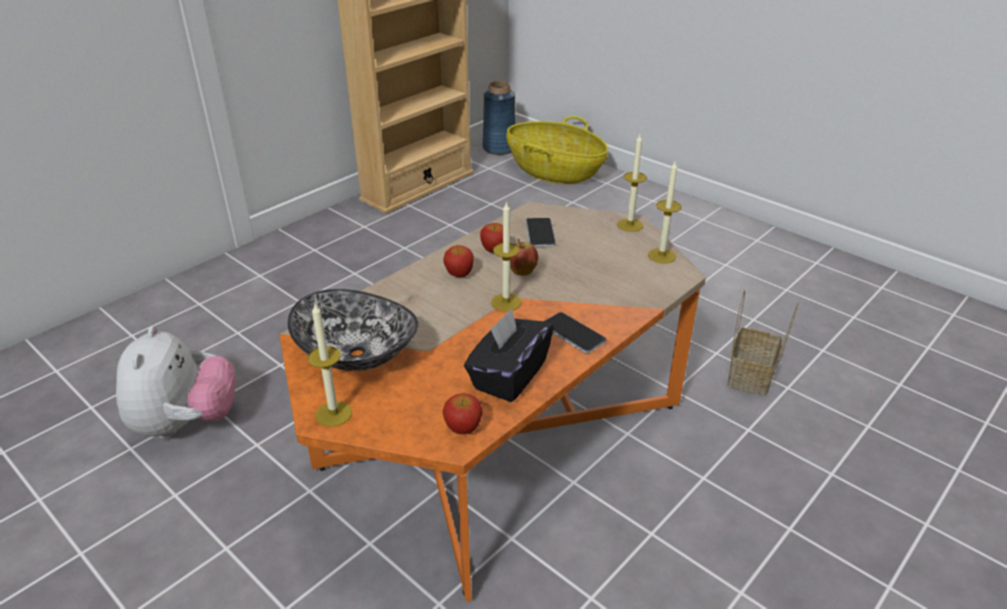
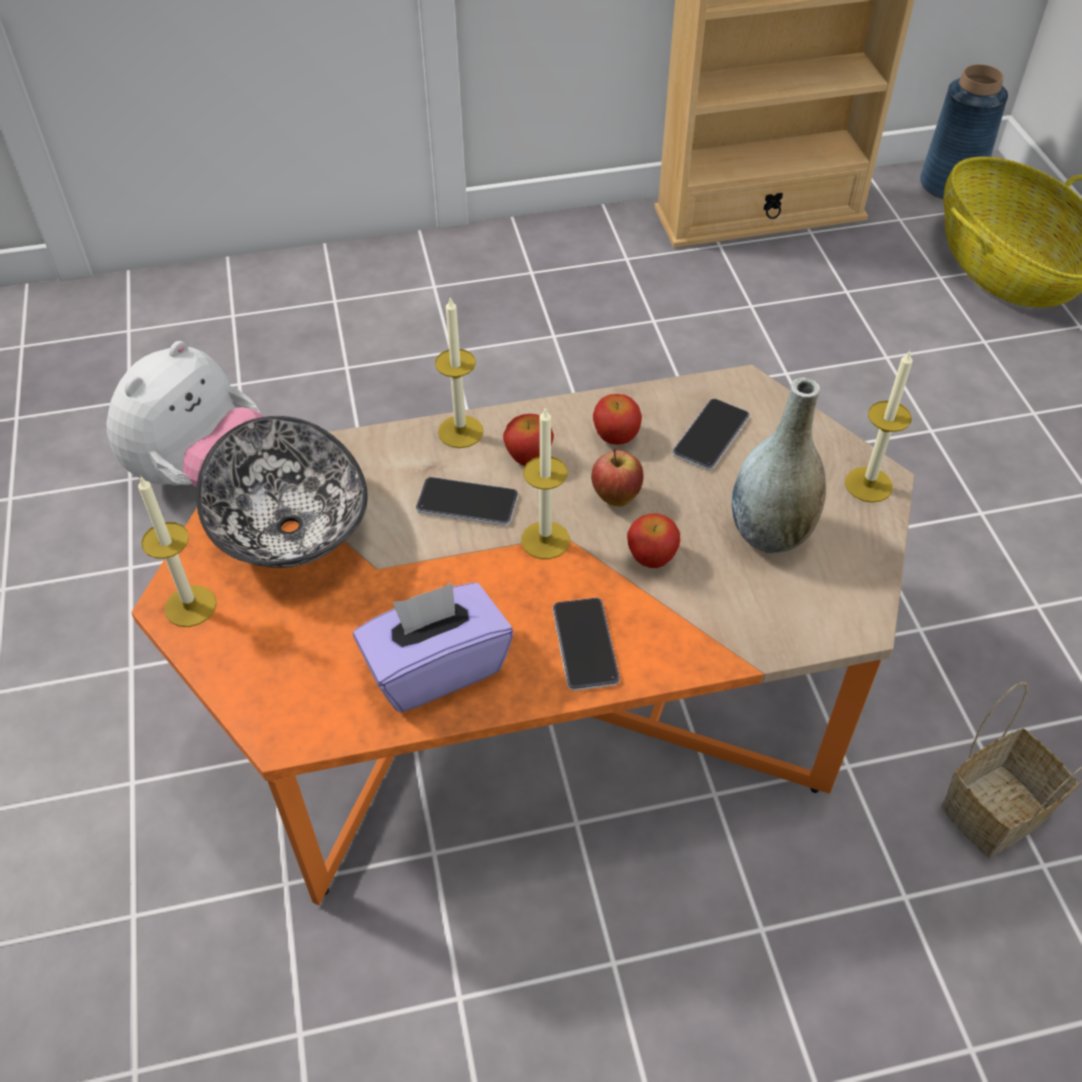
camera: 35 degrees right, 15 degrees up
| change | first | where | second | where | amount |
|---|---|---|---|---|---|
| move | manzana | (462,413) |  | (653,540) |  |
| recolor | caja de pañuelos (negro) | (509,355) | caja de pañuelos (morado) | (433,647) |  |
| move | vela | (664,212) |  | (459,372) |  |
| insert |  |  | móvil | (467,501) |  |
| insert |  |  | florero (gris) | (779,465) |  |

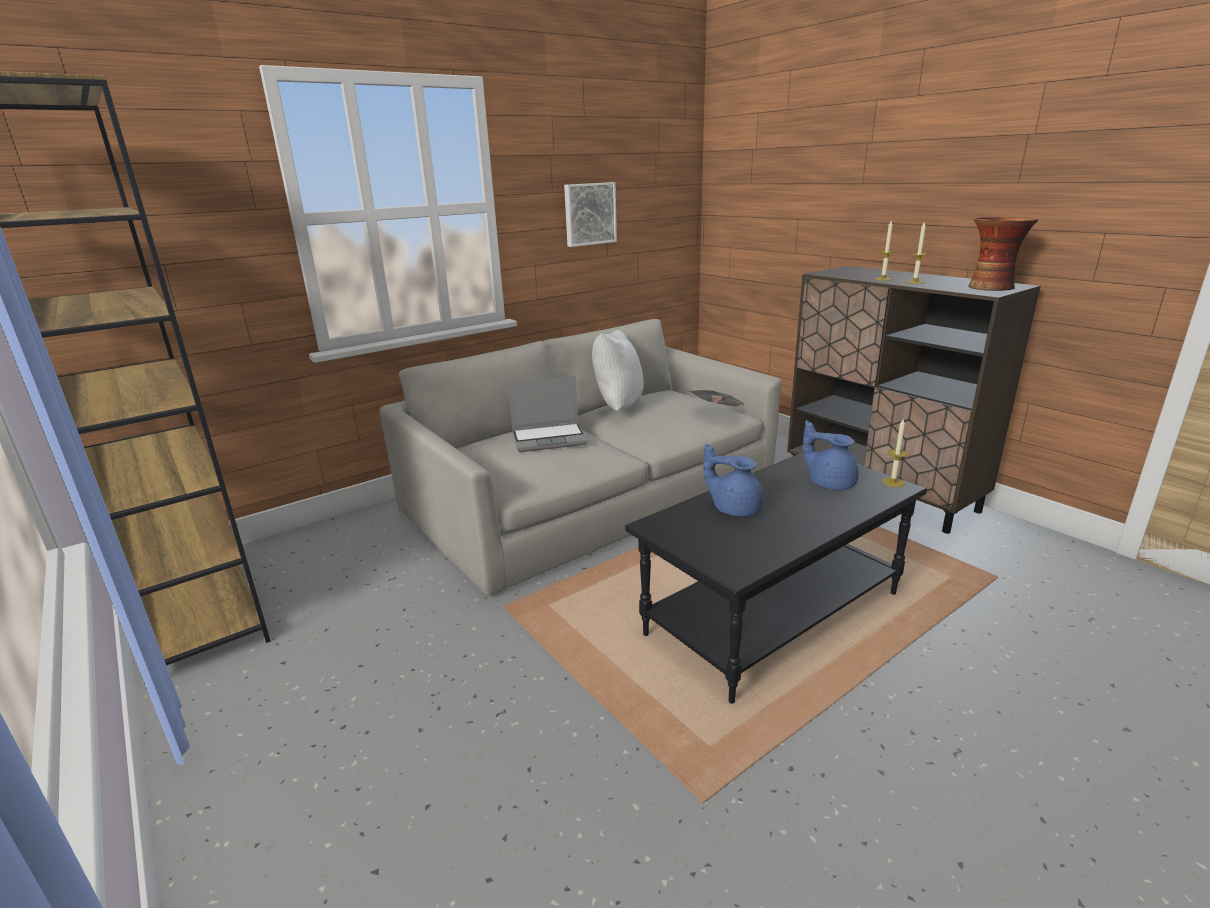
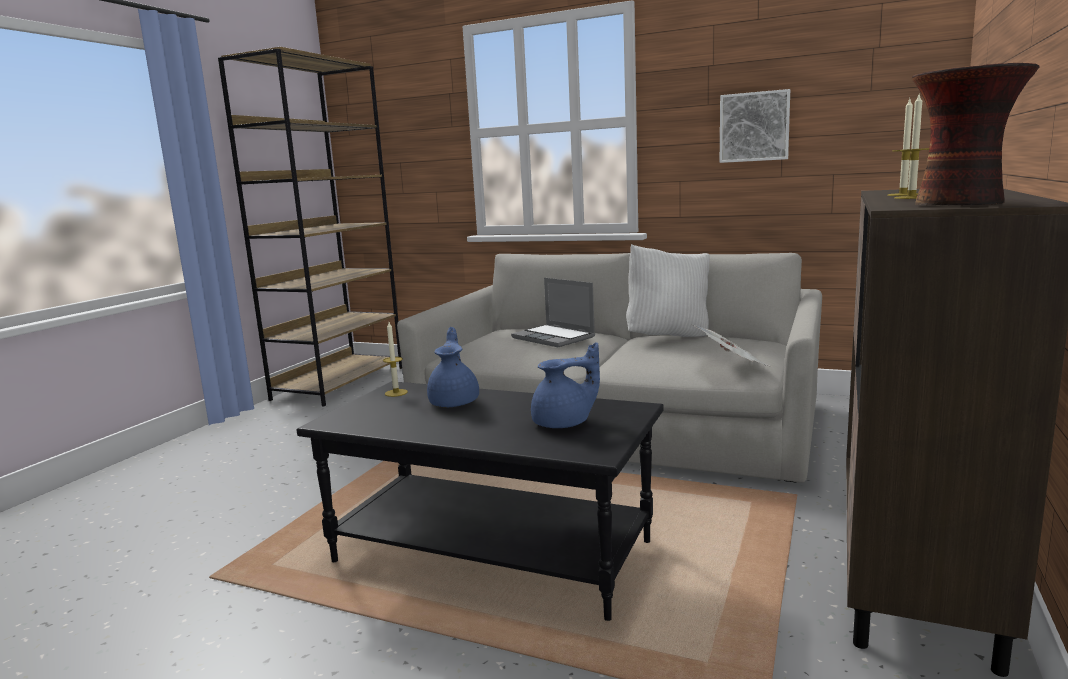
camera: 60 degrees right, 10 degrees down
| change | first | where | second | where | amount |
|---|---|---|---|---|---|
| rotate | tetera (azul) | (831,455) |  | (565,385) | 60 degrees clockwise |
| move | vela | (895,453) |  | (395,359) |  |

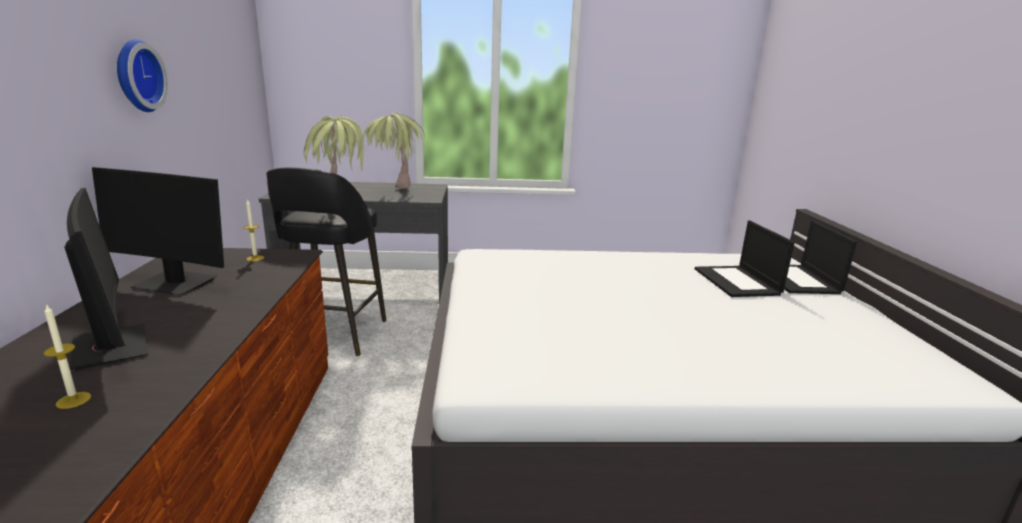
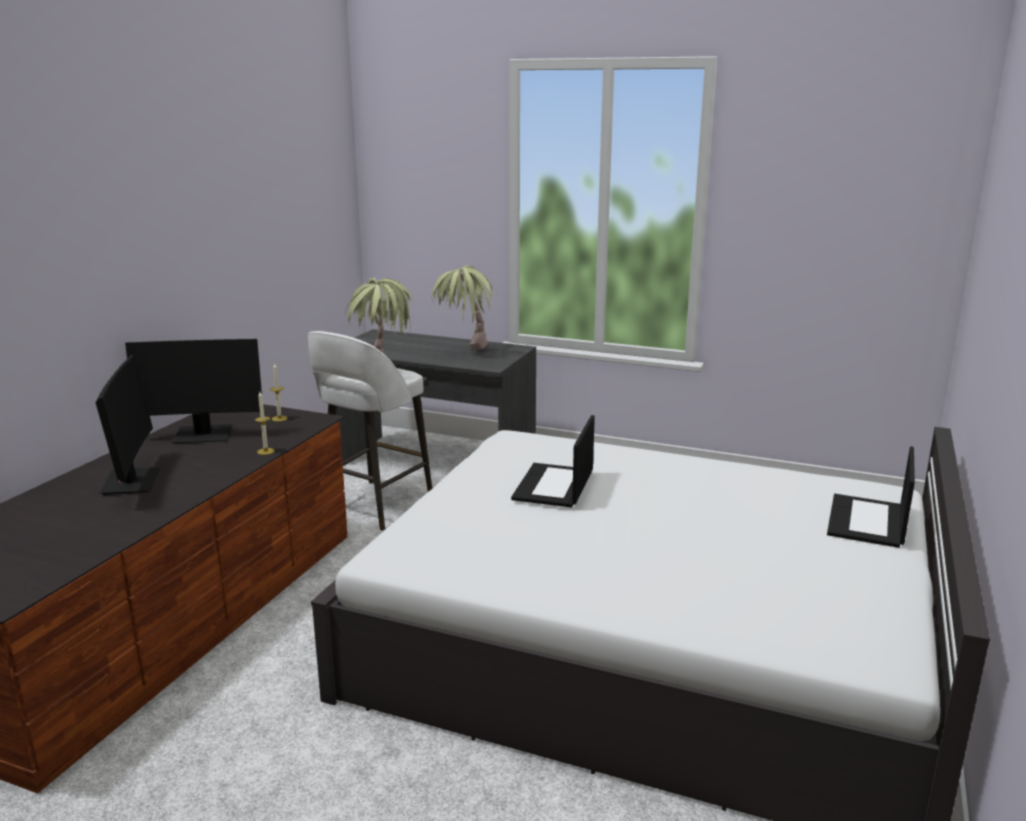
camera: 25 degrees right, 0 degrees up
| change | first | where | second | where | amount |
|---|---|---|---|---|---|
| move | vela | (67,356) |  | (265,423) |  |
| rotate | monitor | (158,231) |  | (193,391) | 45 degrees counterclockwise |
| delete | reloj de pared | (142,75) |  |  |  |
| recolor | taburete (negro) | (326,261) | taburete (blanco) | (370,431) |  |
| move | portátil | (745,259) |  | (553,461) |  |

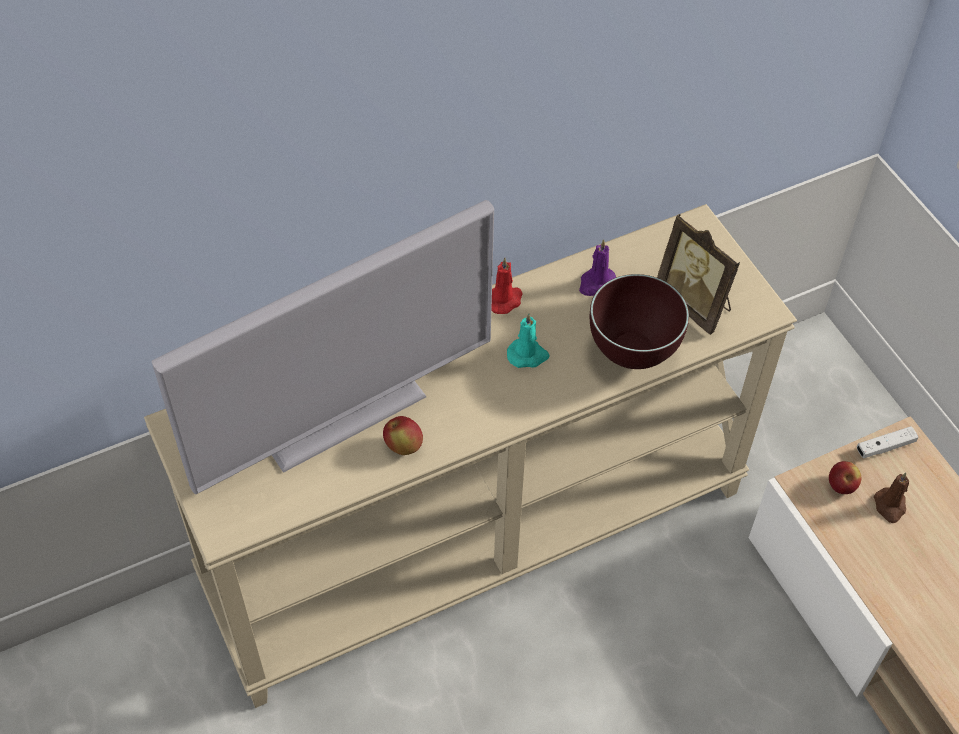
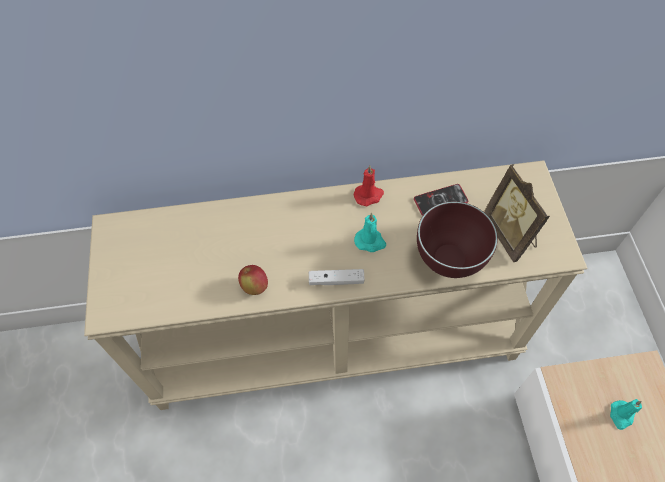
camera: 20 degrees right, 5 degrees up
| change | first | where | second | where | amount |
|---|---|---|---|---|---|
| delete | televisor | (323,347) |  |  |  |
| replace | vela (morado) | (597,267) | móvil | (441,200) |  |
| delete | manzana | (845,477) |  |  |  |
| move | mando de consola (blanco) | (887,442) |  | (337,277) |  |
| recolor | vela (marrón) | (891,497) | vela (turquesa) | (626,414) |  |

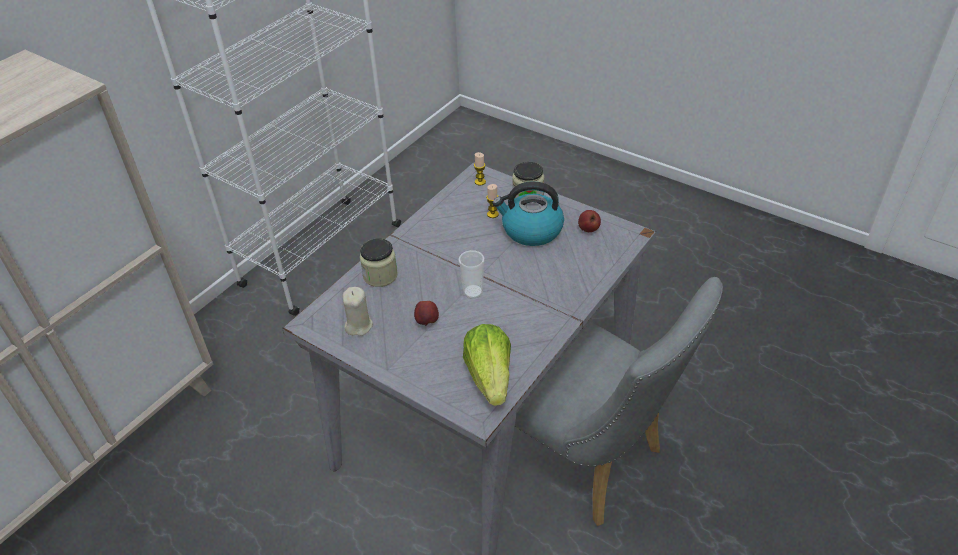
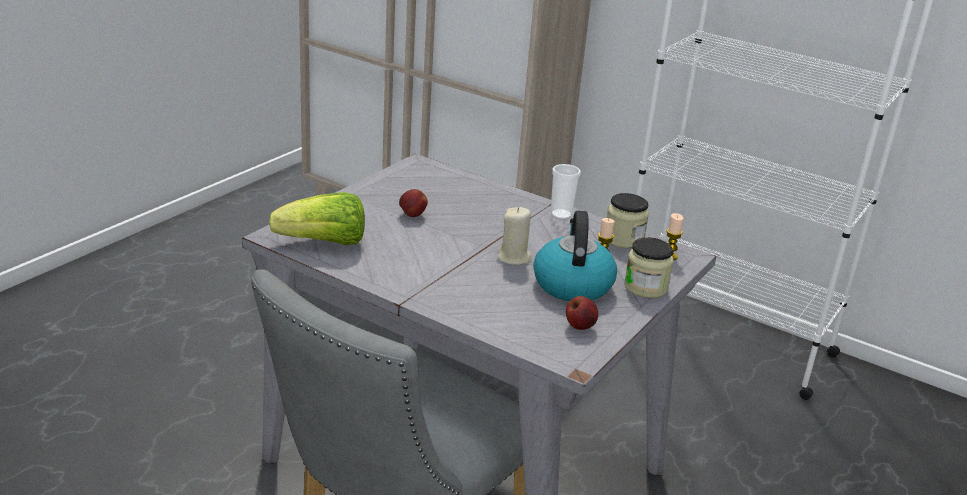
camera: 85 degrees right, 15 degrees down
| change | first | where | second | where | amount |
|---|---|---|---|---|---|
| move | vela (beis) | (358,311) |  | (514,236) |  |
| move | tarro | (379,262) |  | (628,220) |  |
| move | taza | (471,274) |  | (566,192) |  |

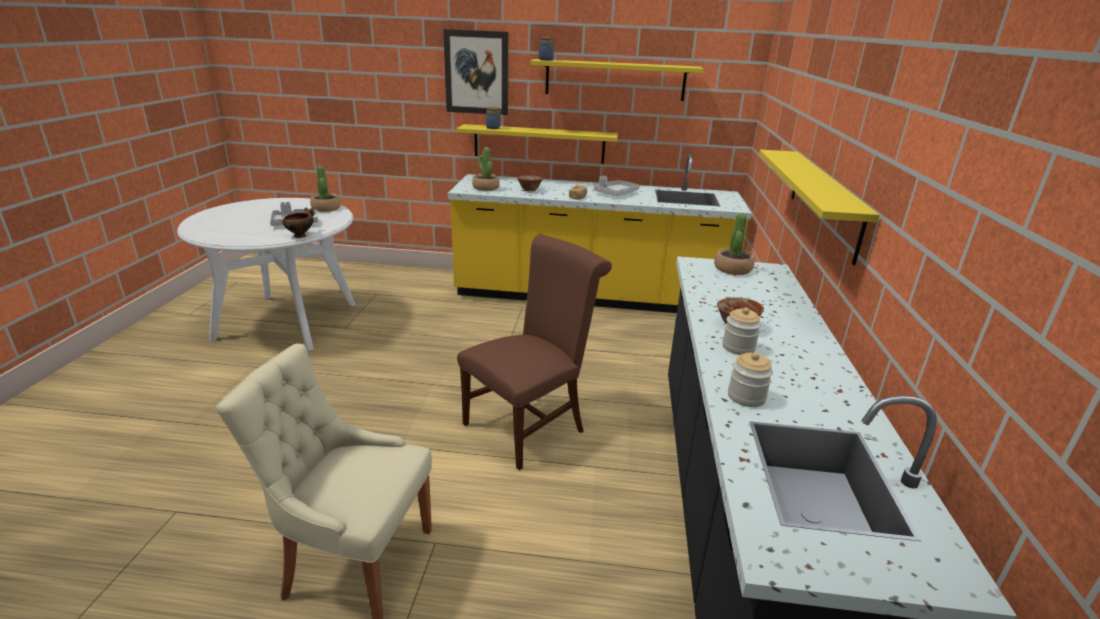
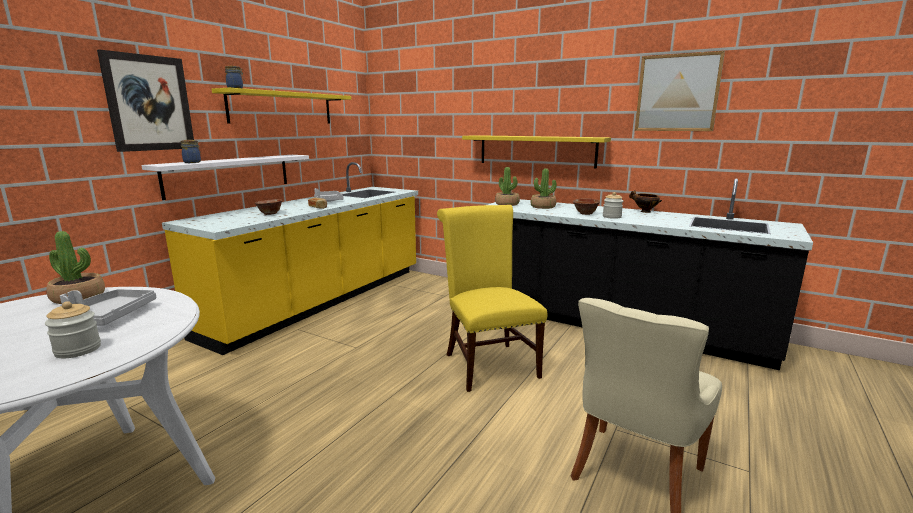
camera: 65 degrees left, 10 degrees down
| change | first | where | second | where | amount |
|---|---|---|---|---|---|
| move | cuenco | (298,223) |  | (645,201) |  |
| recolor | estante (amarillo) | (537,144) | estante (blanco) | (225,177) |  |
| recolor | silla (marrón) | (534,352) | silla (amarillo) | (492,298) |  |
| move | planta en maceta | (486,169) |  | (544,188) |  |
| move | tarro | (750,379) |  | (73,329) |  |
| insert |  |  | cuadro | (680,91) |  |

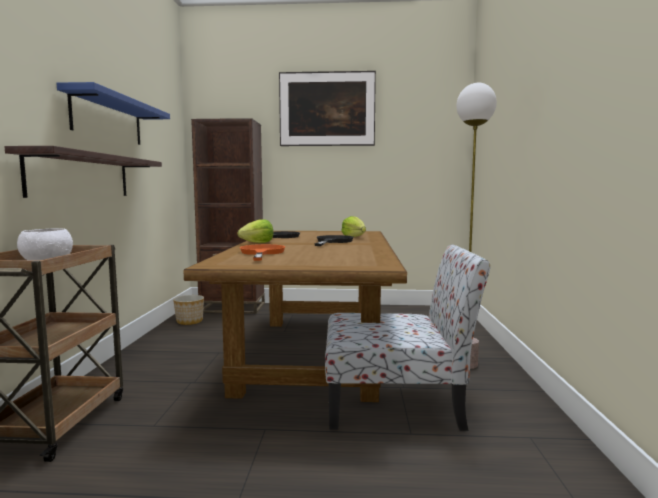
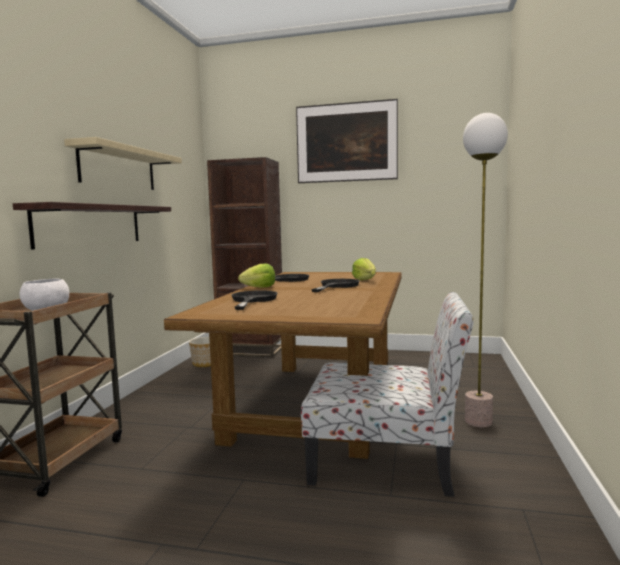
camera: 10 degrees right, 0 degrees up
| change | first | where | second | where | amount |
|---|---|---|---|---|---|
| recolor | estante (azul) | (113,113) | estante (beis) | (123,163) |  |
| recolor | sartén (naranja) | (262,252) | sartén (negro) | (255,300) |  |

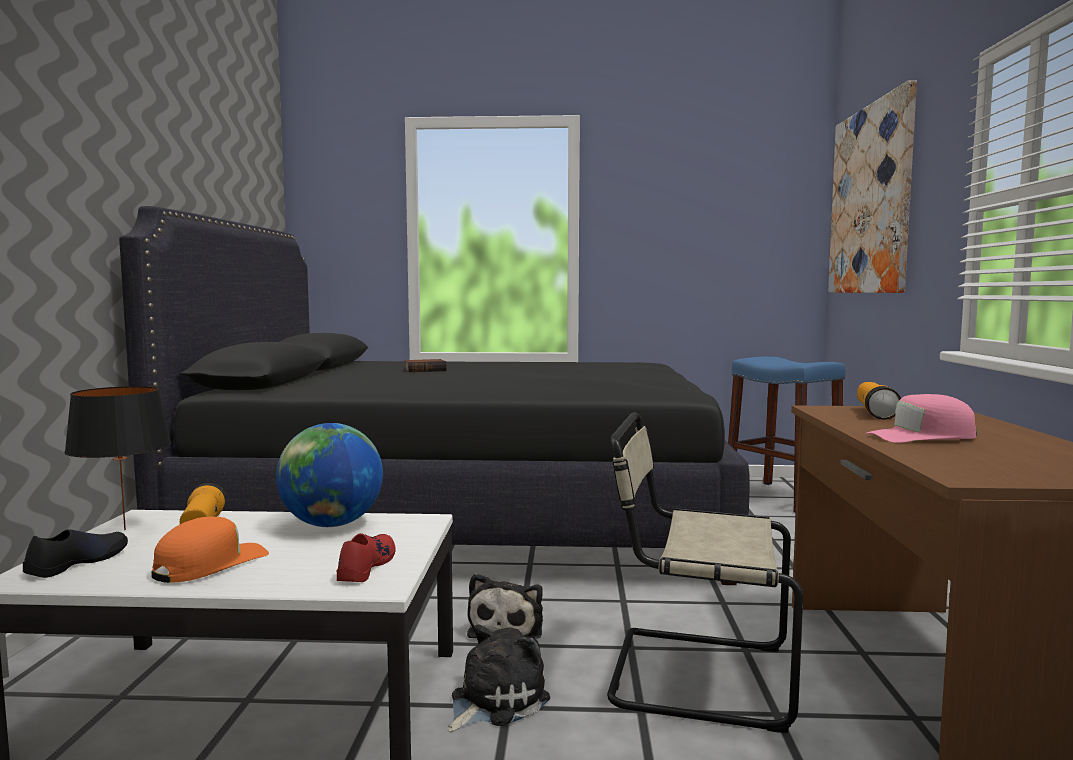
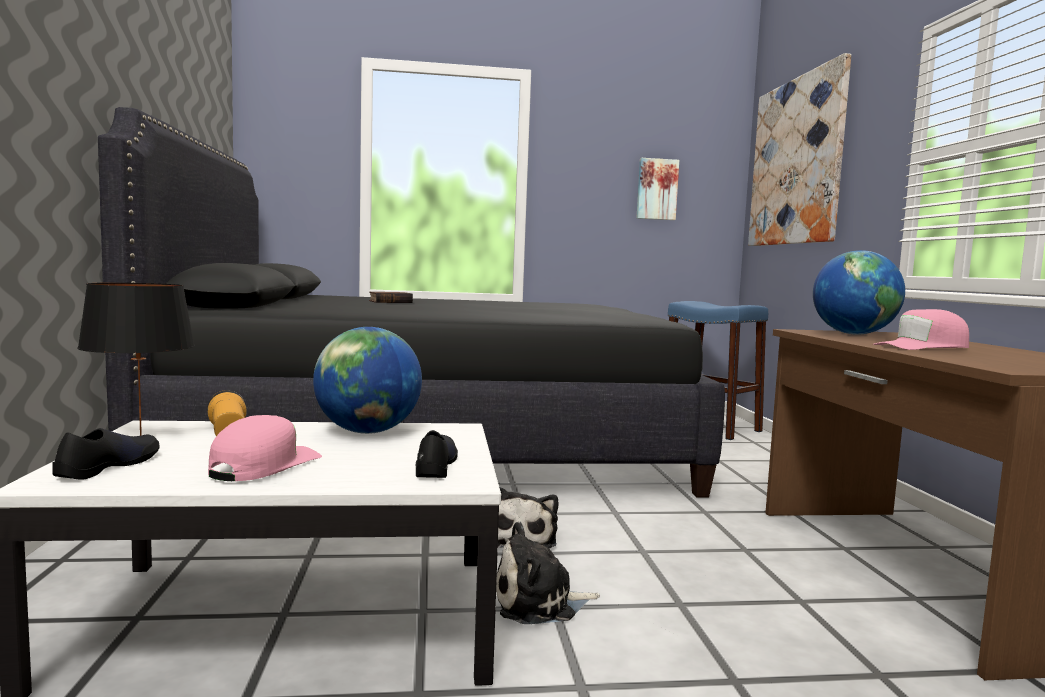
camera: 10 degrees left, 0 degrees up
| change | first | where | second | where | amount |
|---|---|---|---|---|---|
| recolor | gorra (naranja) | (210,550) | gorra (rosa) | (265,448) |  |
| recolor | zapato (rojo) | (366,557) | zapato (negro) | (437,454) |  |
| rotate | peluche | (498,679) |  | (548,573) | 135 degrees counterclockwise |
| delete | silla (beis) | (705,572) |  |  |  |
| replace | linterna | (879,401) | globo terráqueo | (859,292) |  |
| insert |  |  | cuadro | (658,189) |  |

